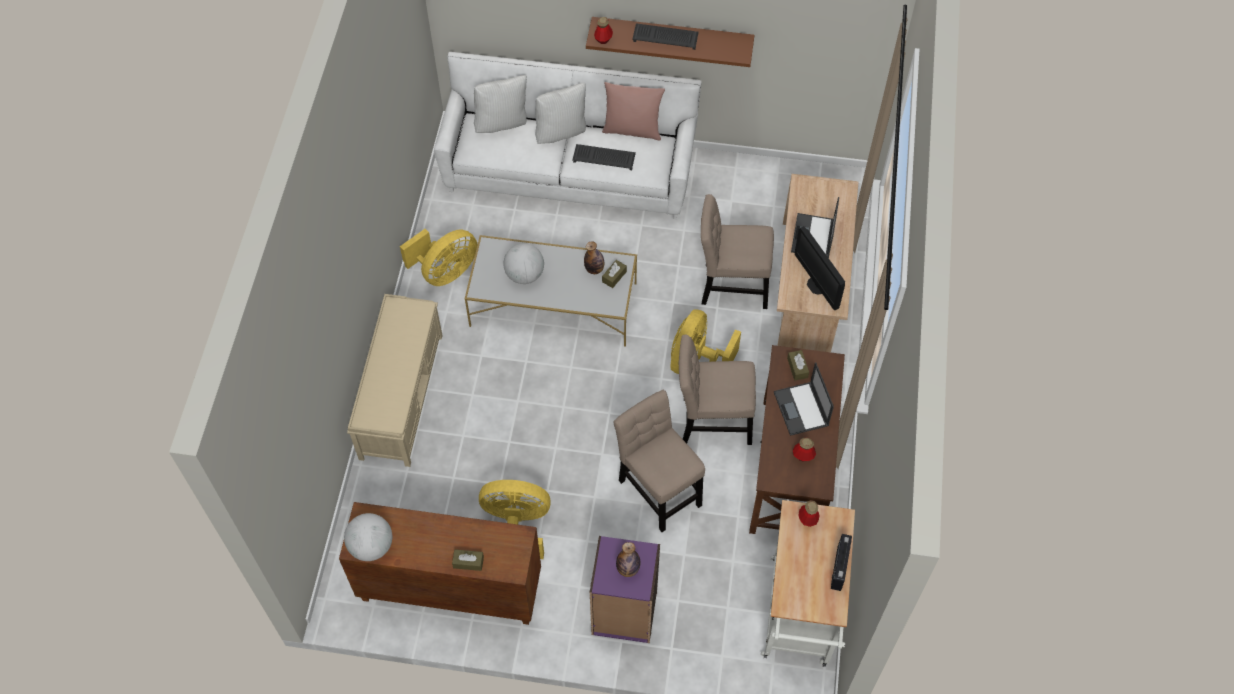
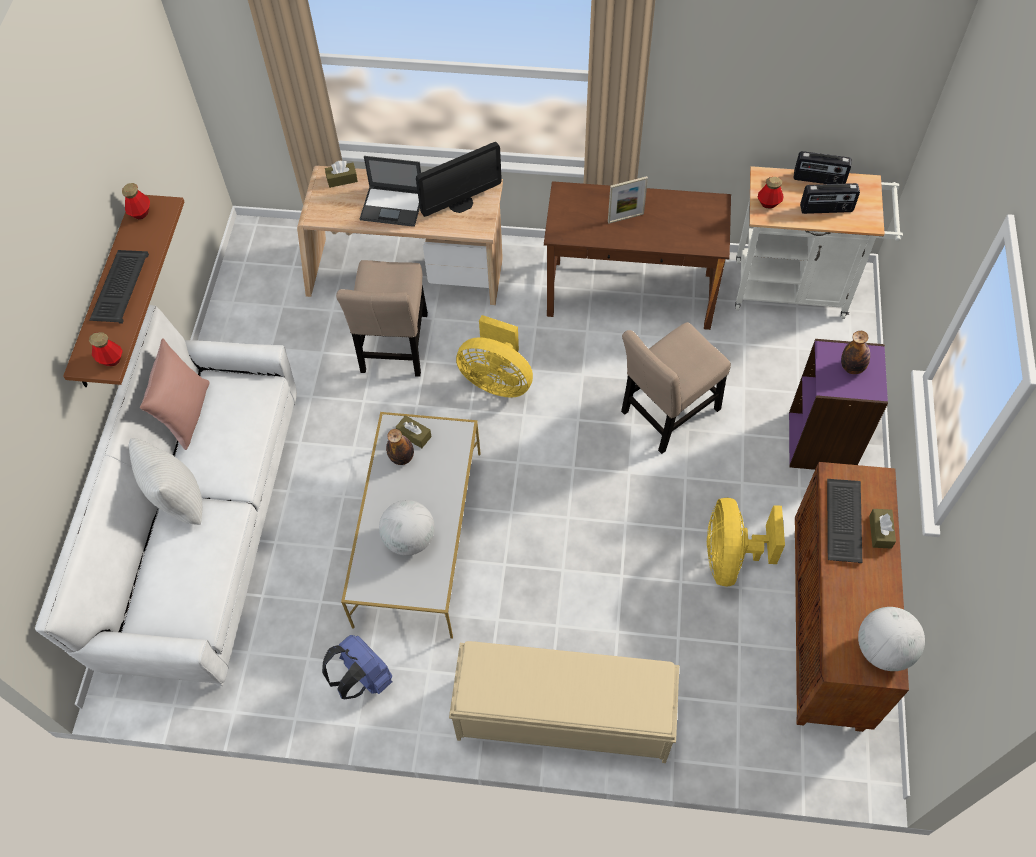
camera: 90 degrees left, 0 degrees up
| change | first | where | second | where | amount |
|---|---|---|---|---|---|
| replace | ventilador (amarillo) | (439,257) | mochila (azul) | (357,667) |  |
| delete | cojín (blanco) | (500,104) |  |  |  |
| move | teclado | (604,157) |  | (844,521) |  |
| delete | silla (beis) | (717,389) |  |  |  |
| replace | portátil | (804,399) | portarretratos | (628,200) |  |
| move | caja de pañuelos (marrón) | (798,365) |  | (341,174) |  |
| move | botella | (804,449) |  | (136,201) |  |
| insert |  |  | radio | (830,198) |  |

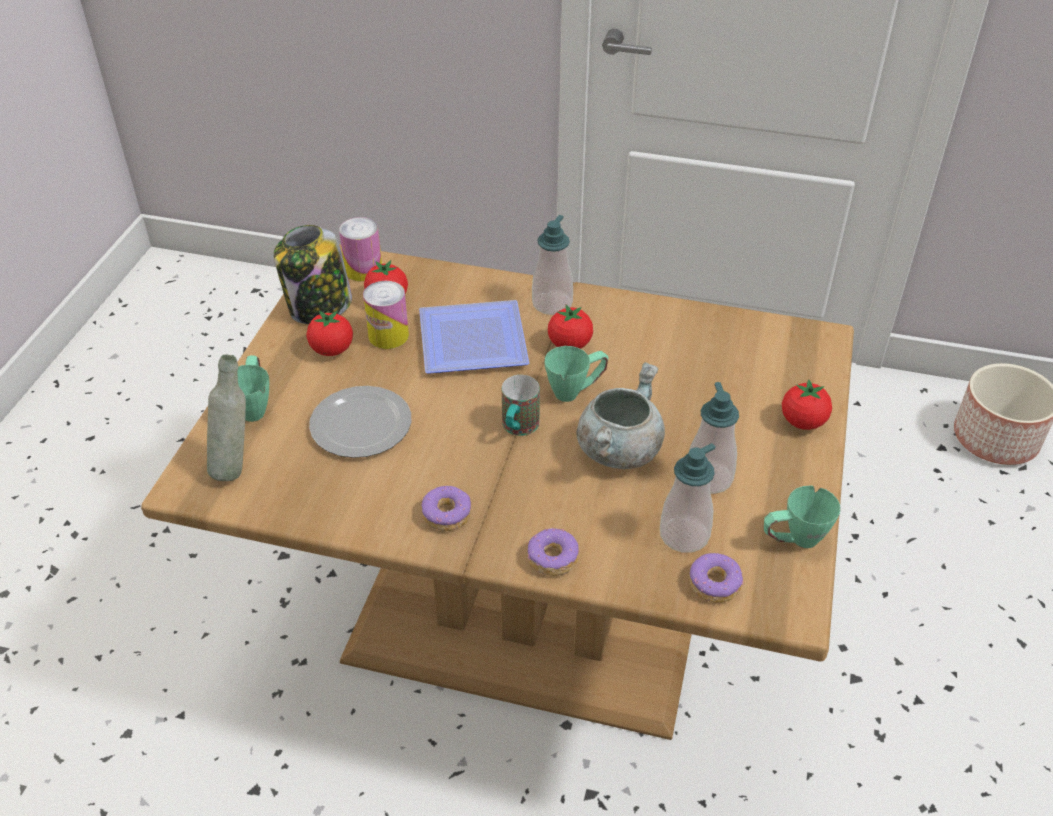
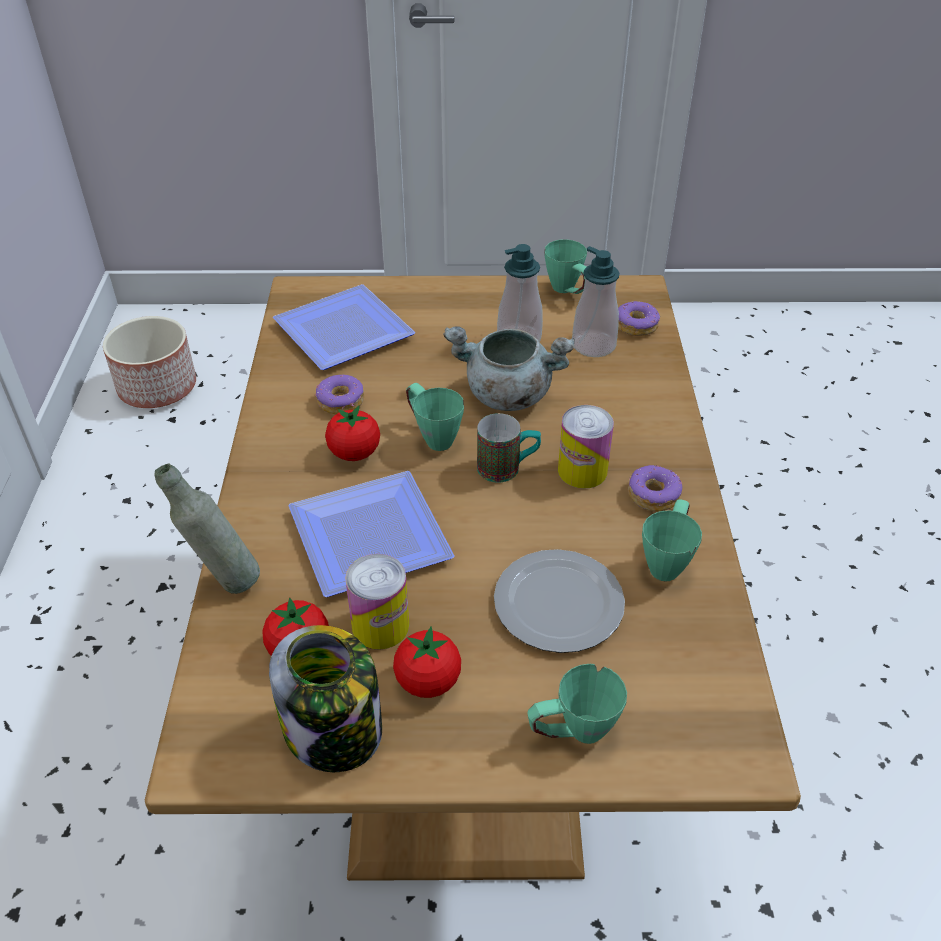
camera: 105 degrees left, 0 degrees up
| change | first | where | second | where | amount |
|---|---|---|---|---|---|
| move | botella (gris) | (226,417) |  | (207,529) |  |
| move | lata | (360,249) |  | (586,447) |  |
| move | rosquilla | (553,552) |  | (339,394) |  |
| delete | dispensador de jabón | (552,265) |  |  |  |
| delete | tomate | (807,404) |  |  |  |
| insert |  |  | plato | (344,327) |  |
| insert |  |  | taza grande (verde) | (672,540) |  |

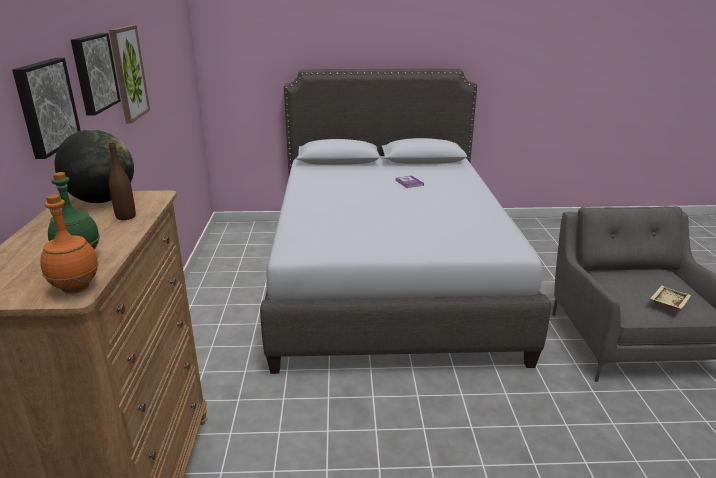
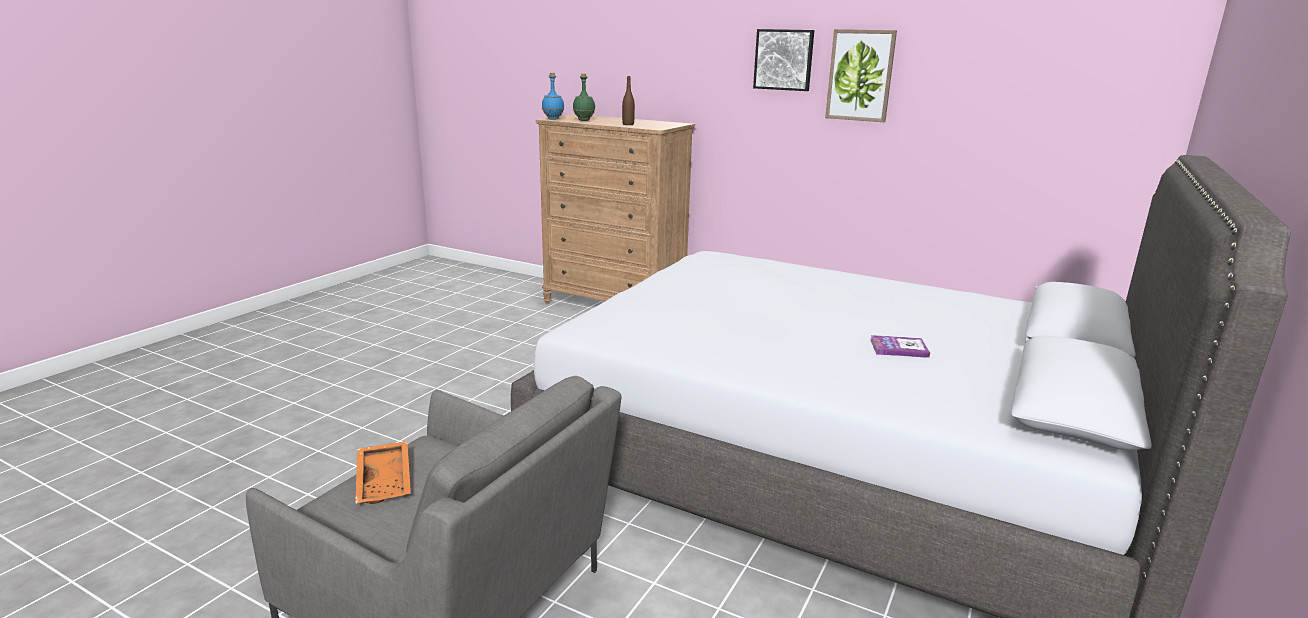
camera: 120 degrees right, 5 degrees down
| change | first | where | second | where | amount |
|---|---|---|---|---|---|
| delete | cuadro | (46,108) |  |  |  |
| recolor | botella (naranja) | (69,244) | botella (azul) | (553,96) |  |
| delete | globo terráqueo | (94,166) |  |  |  |
| recolor | bandeja (beis) | (670,297) | bandeja (naranja) | (383,472) |  |

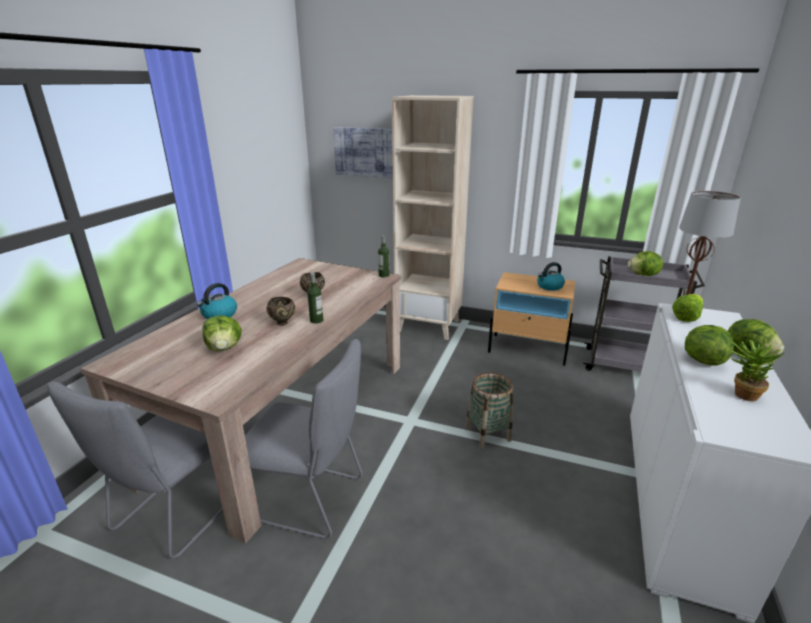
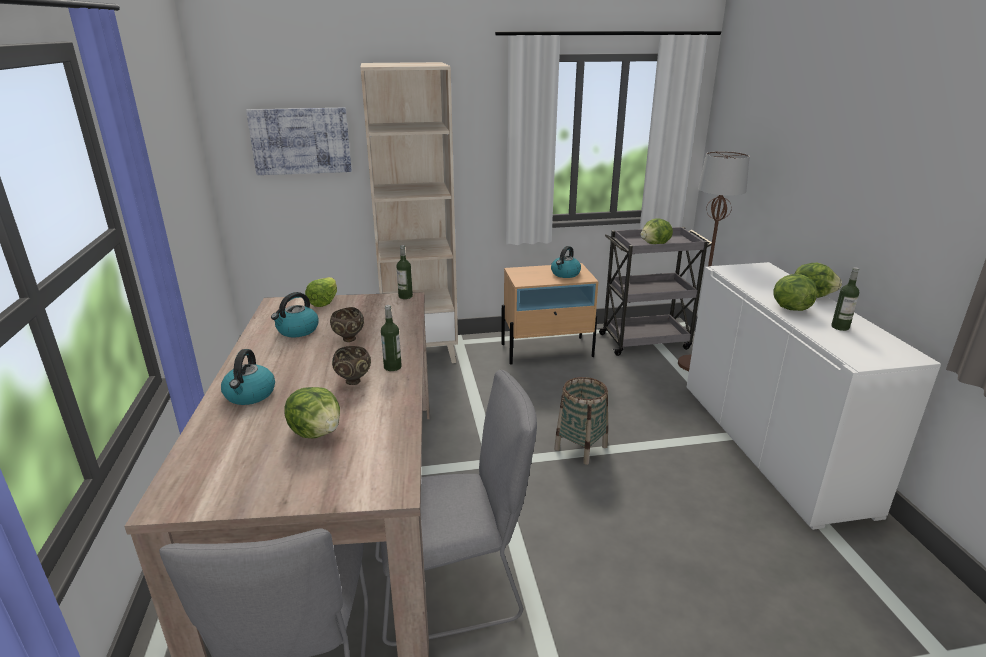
camera: 30 degrees left, 0 degrees up
| change | first | where | second | where | amount |
|---|---|---|---|---|---|
| move | lechuga | (687,308) |  | (321,292) |  |
| replace | planta en maceta | (758,368) | botella | (845,299) |  |
| insert |  |  | hervidor | (295,314) |  |

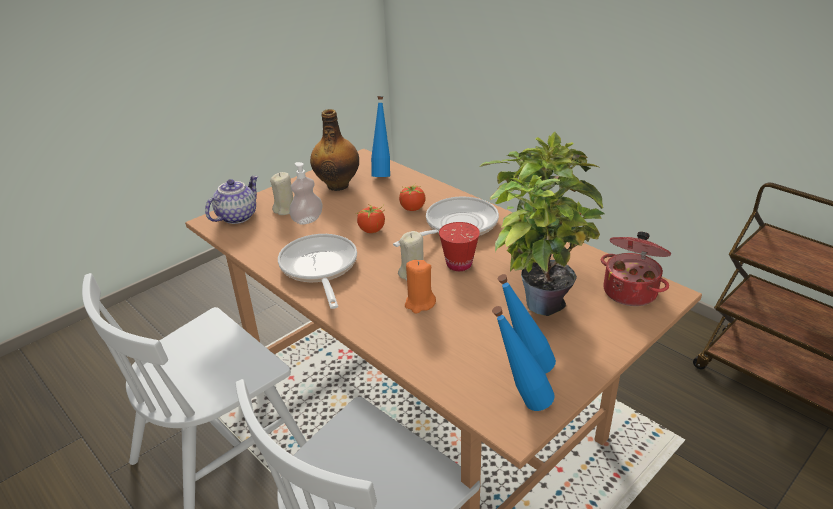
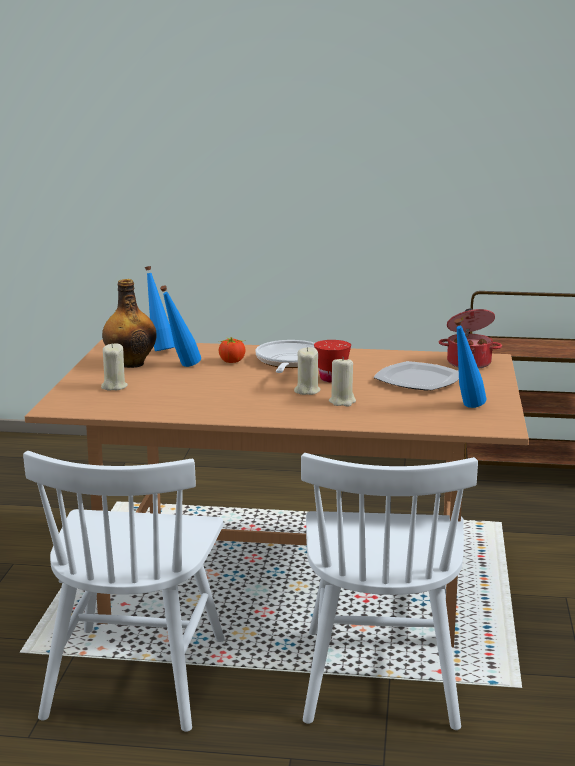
camera: 40 degrees left, 15 degrees down
| change | first | where | second | where | amount |
|---|---|---|---|---|---|
| delete | tetera | (231,200) |  |  |  |
| delete | sartén | (317,271) |  |  |  |
| delete | dispensador de jabón | (306,193) |  |  |  |
| delete | tomate | (370,218) |  |  |  |
| recolor | vela (naranja) | (420,287) | vela (beis) | (342,382) |  |
| replace | planta en maceta | (542,224) | plato | (416,376) |  |
| move | botella (azul) | (523,358) |  | (180,326) |  |

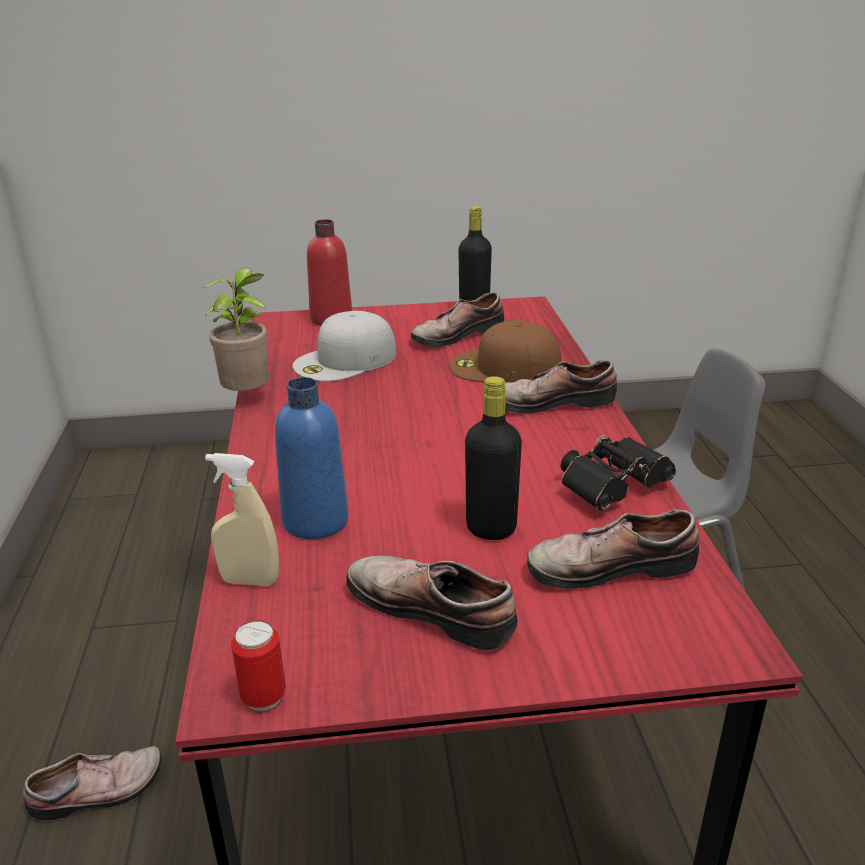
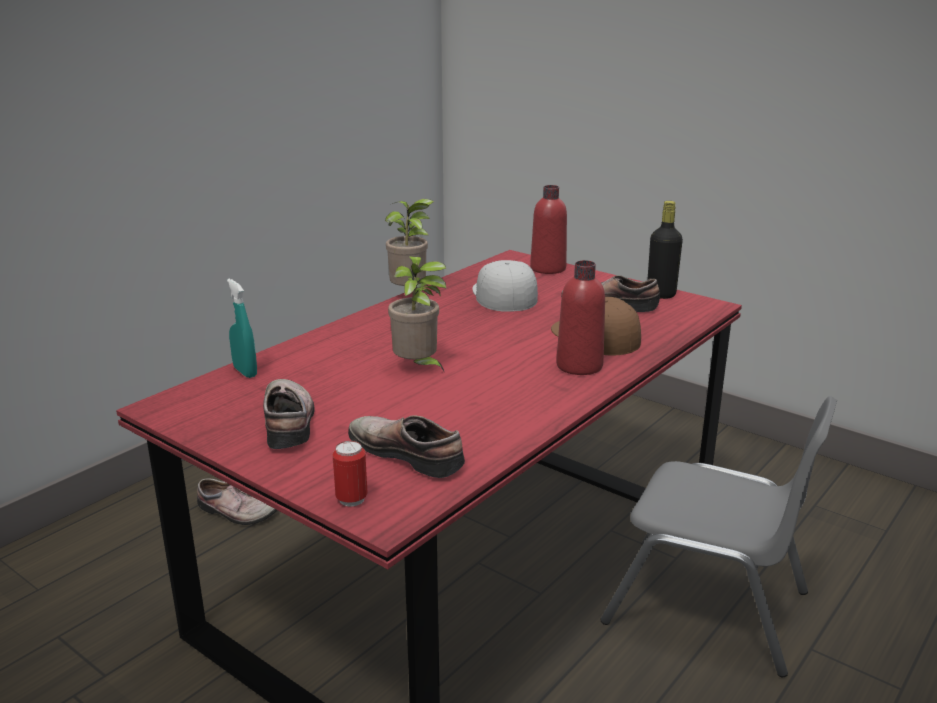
camera: 45 degrees right, 5 degrees down
| change | first | where | second | where | amount |
|---|---|---|---|---|---|
| recolor | pulverizador (beis) | (242,519) | pulverizador (turquesa) | (242,328) |  |
| move | lata | (258,665) |  | (350,474) |  |
| delete | botella (azul) | (311,458) |  |  |  |
| rotate | gorra (blanco) | (344,346) |  | (505,286) | 75 degrees clockwise |
| delete | botella (negro) | (493,458) |  |  |  |
| replace | zapato | (561,386) | botella (rojo) | (580,317) |  |
| delete | prismáticos (negro) | (618,472) |  |  |  |
| insert |  |  | planta en maceta | (417,314) |  |

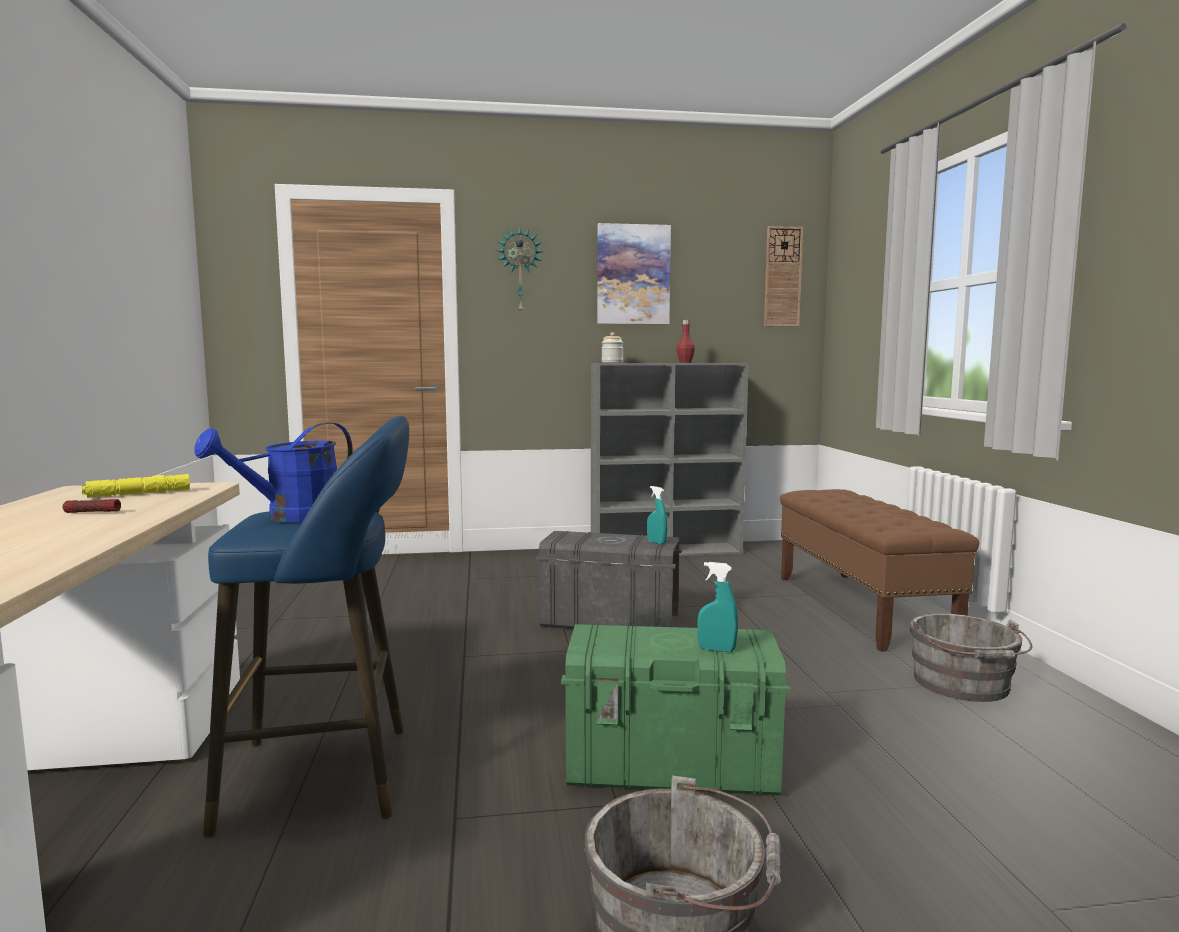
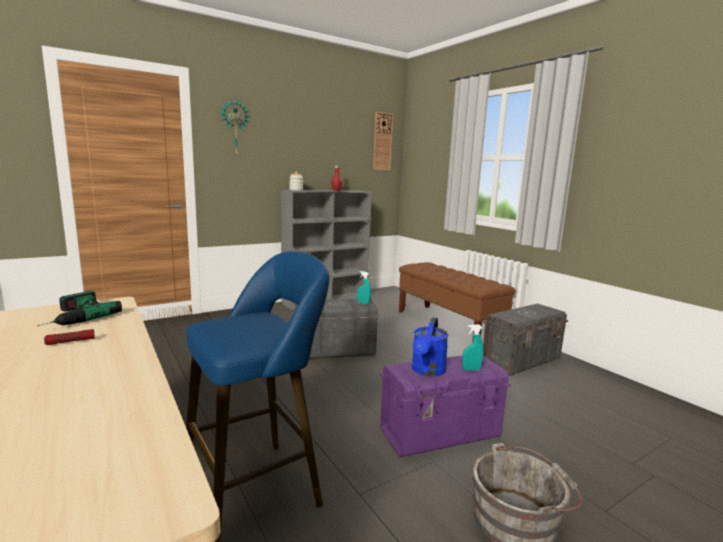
camera: 25 degrees left, 5 degrees up
| change | first | where | second | where | amount |
|---|---|---|---|---|---|
| replace | linterna (amarillo) | (136,486) | taladro | (79,308) |  |
| move | regadera (azul) | (273,472) |  | (430,346) |  |
| recolor | caja de almacenaje (verde) | (675,709) | caja de almacenaje (morado) | (445,406) |  |
| delete | cuadro | (634,273) |  |  |  |
| replace | cubo (gris) | (971,657) | caja de almacenaje (gris) | (525,339) |  |

